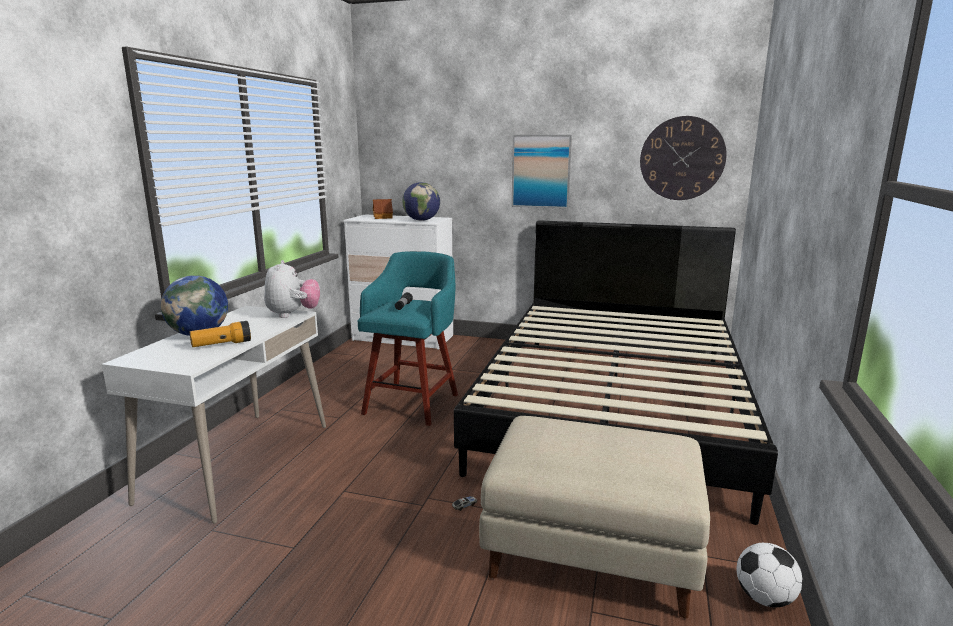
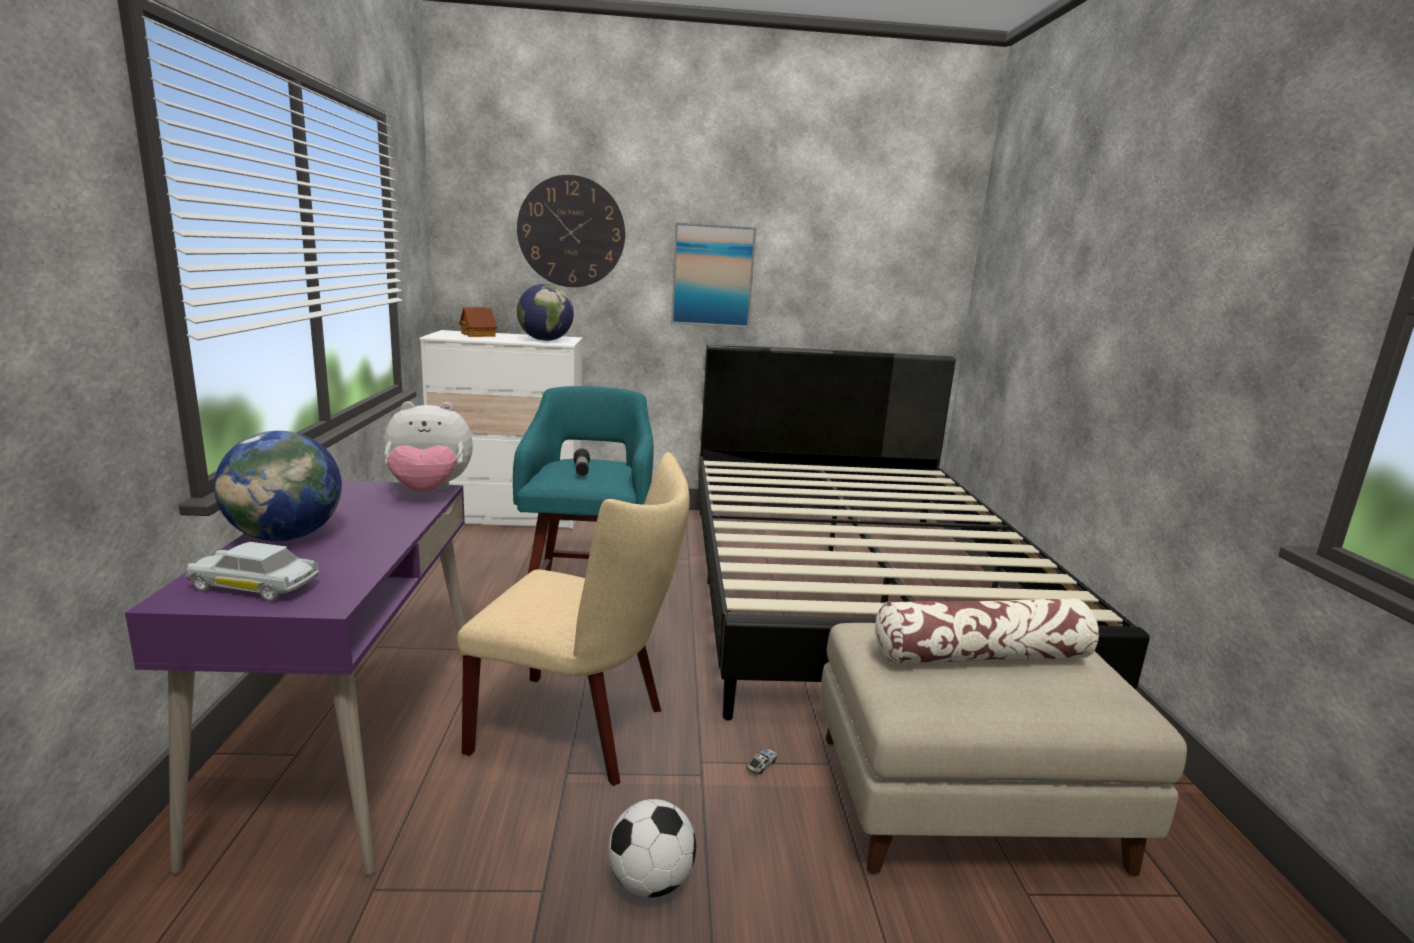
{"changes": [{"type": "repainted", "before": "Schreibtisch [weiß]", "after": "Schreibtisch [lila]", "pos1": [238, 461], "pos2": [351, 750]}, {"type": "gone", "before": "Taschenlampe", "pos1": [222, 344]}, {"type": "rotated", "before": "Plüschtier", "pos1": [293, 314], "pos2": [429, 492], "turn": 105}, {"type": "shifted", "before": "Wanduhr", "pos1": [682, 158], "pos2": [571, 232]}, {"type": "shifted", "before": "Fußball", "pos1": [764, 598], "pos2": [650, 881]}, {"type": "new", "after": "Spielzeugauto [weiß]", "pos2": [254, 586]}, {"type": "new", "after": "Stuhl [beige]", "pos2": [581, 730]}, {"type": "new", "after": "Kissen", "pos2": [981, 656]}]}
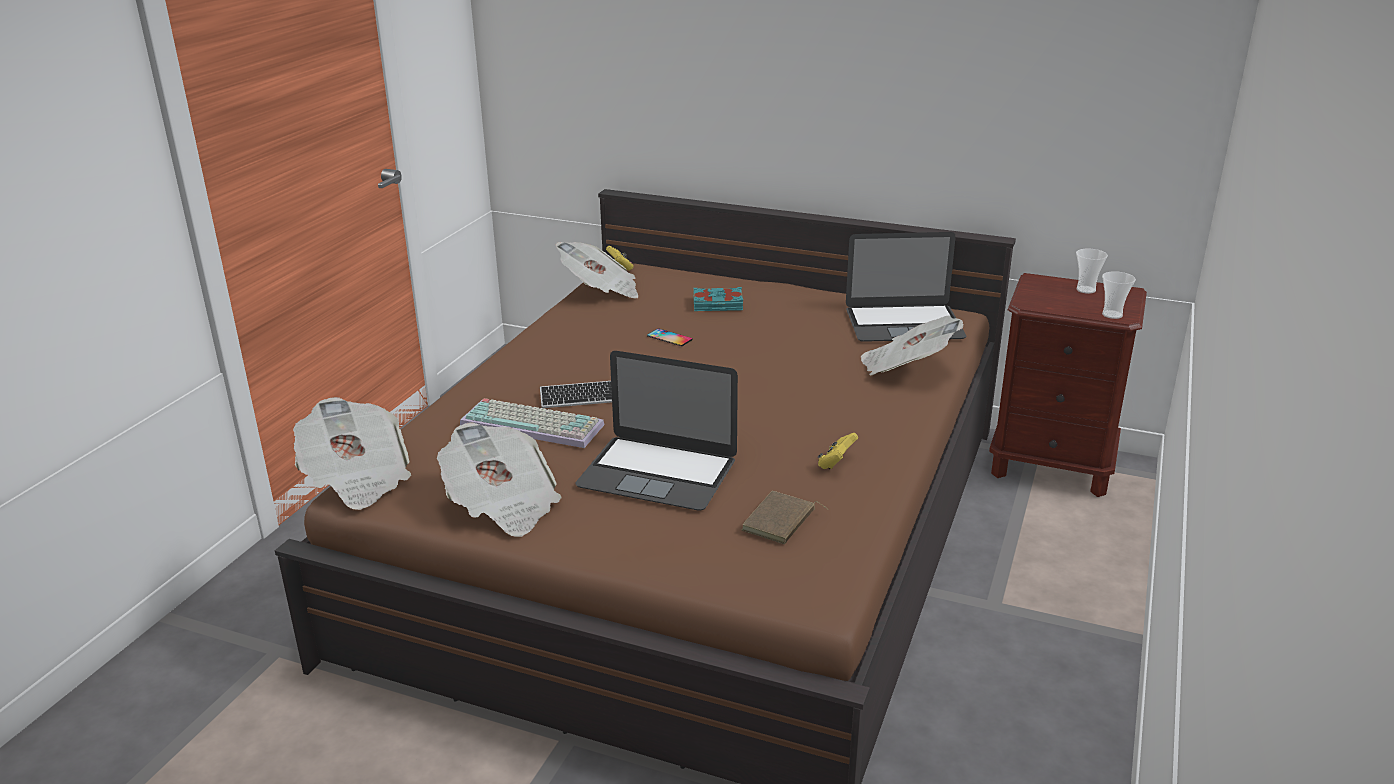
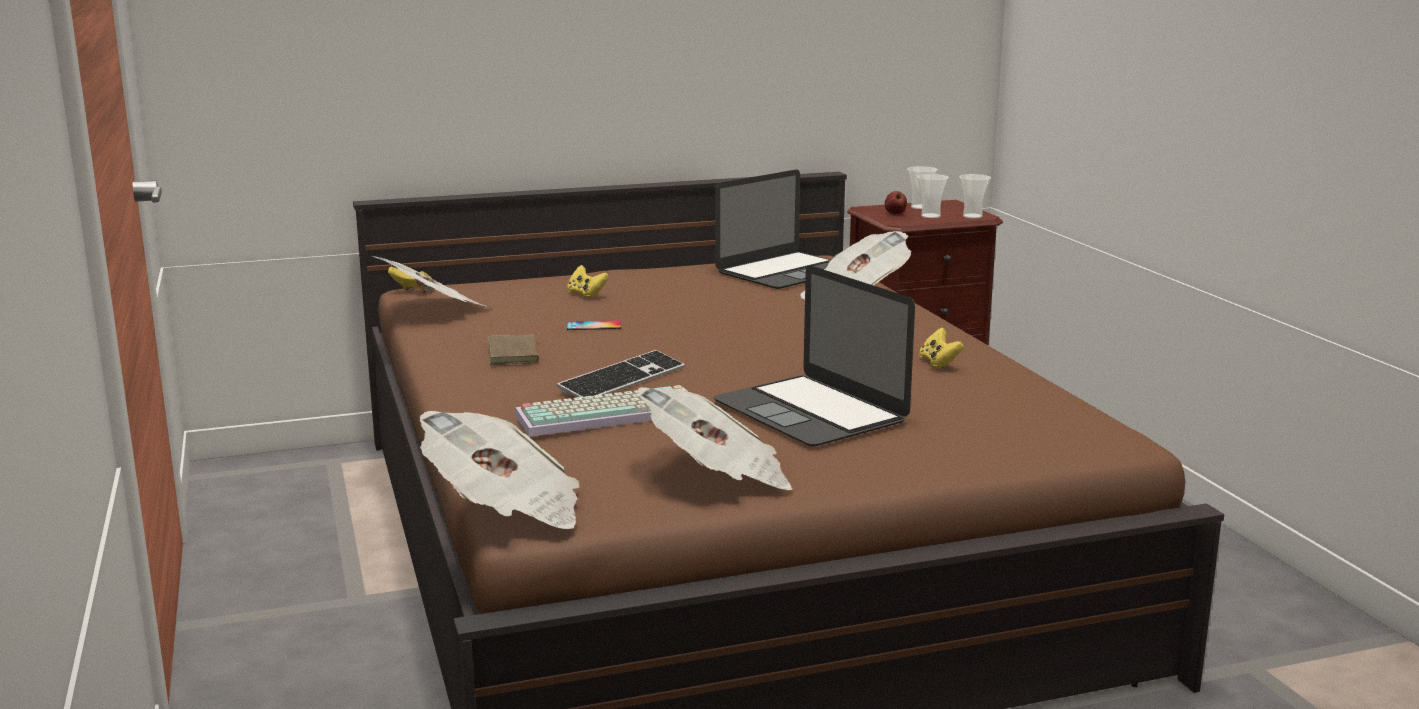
{"changes": [{"type": "rotated", "before": "Laptop", "pos1": [657, 472], "pos2": [810, 411], "turn": 75}, {"type": "swapped", "before": "Buch [türkis]", "after": "Gamepad [gelb]", "pos1": [718, 305], "pos2": [586, 295]}, {"type": "shifted", "before": "Buch [braun]", "pos1": [780, 522], "pos2": [516, 354]}, {"type": "new", "after": "Apfel", "pos2": [895, 214]}, {"type": "new", "after": "Tasse", "pos2": [930, 216]}]}
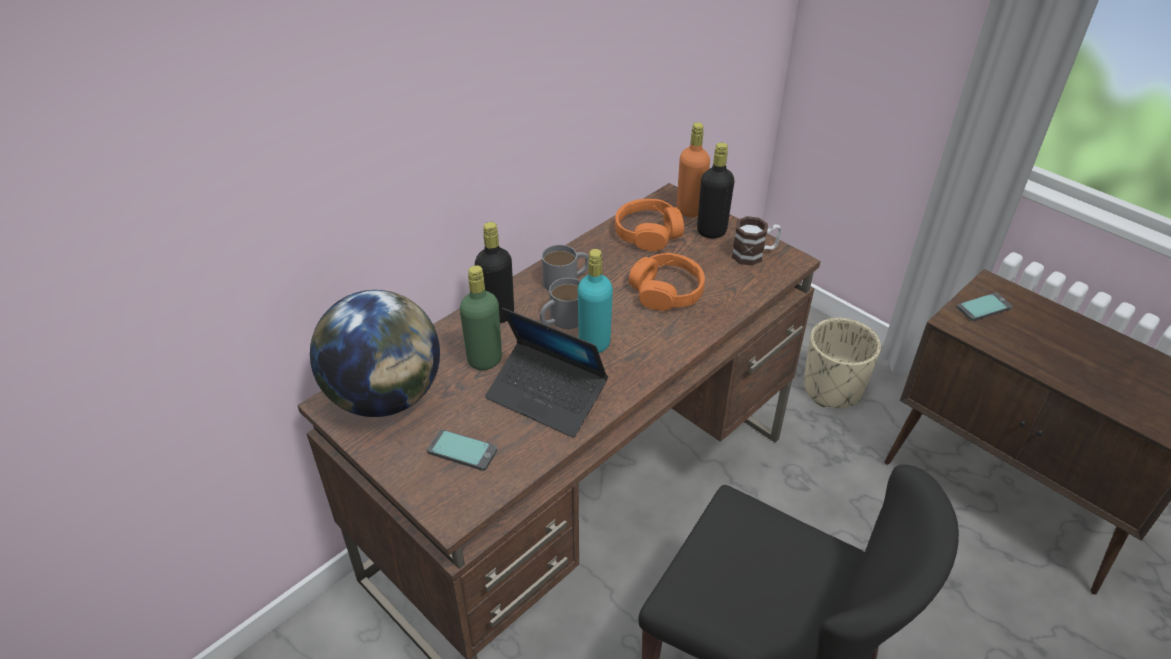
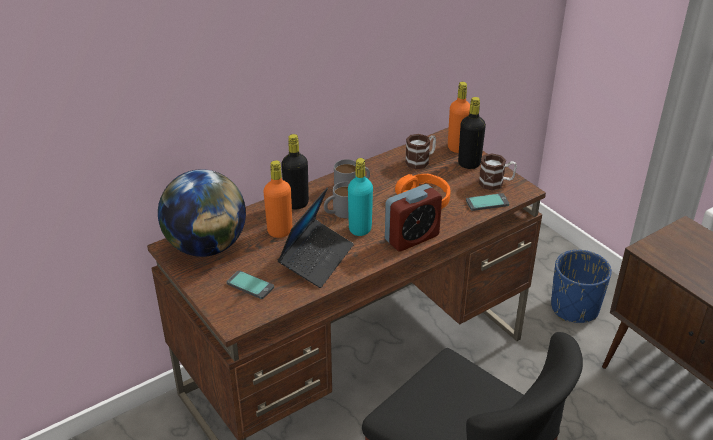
{"changes": [{"type": "repainted", "before": "Flasche [grün]", "after": "Flasche [orange]", "pos1": [484, 360], "pos2": [280, 231]}, {"type": "rotated", "before": "Laptop", "pos1": [546, 396], "pos2": [316, 259], "turn": -105}, {"type": "swapped", "before": "Kopfhörer [orange]", "after": "Henkelbecher", "pos1": [648, 233], "pos2": [421, 160]}, {"type": "repainted", "before": "Pflanzkübel [beige]", "after": "Pflanzkübel [blau]", "pos1": [832, 388], "pos2": [575, 308]}, {"type": "shifted", "before": "Handy", "pos1": [983, 307], "pos2": [487, 202]}, {"type": "new", "after": "Wecker", "pos2": [412, 238]}]}
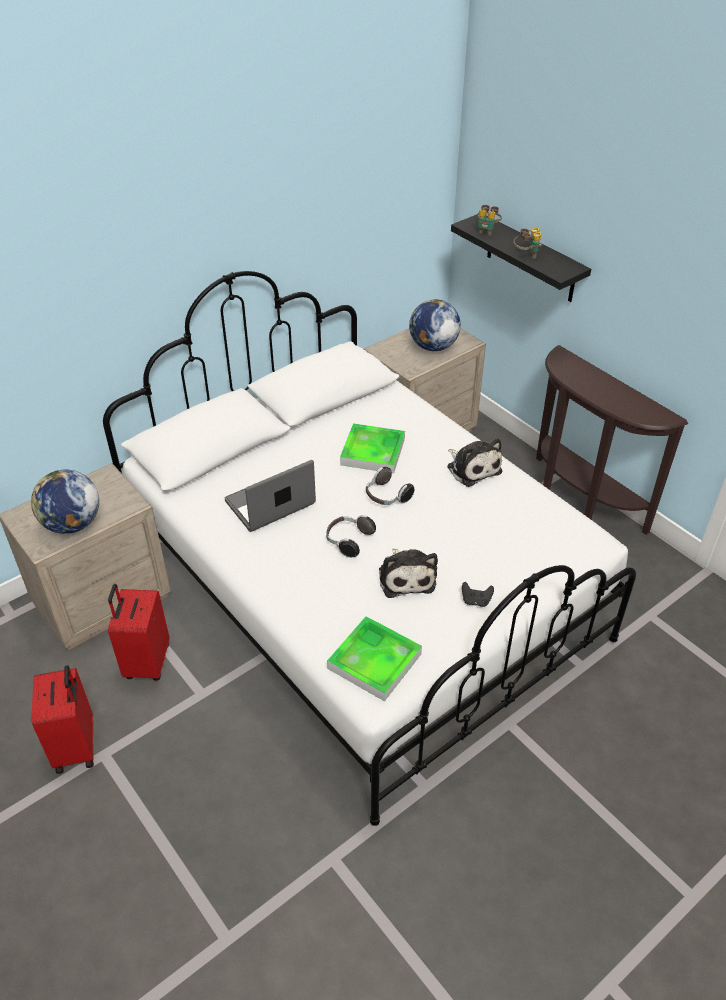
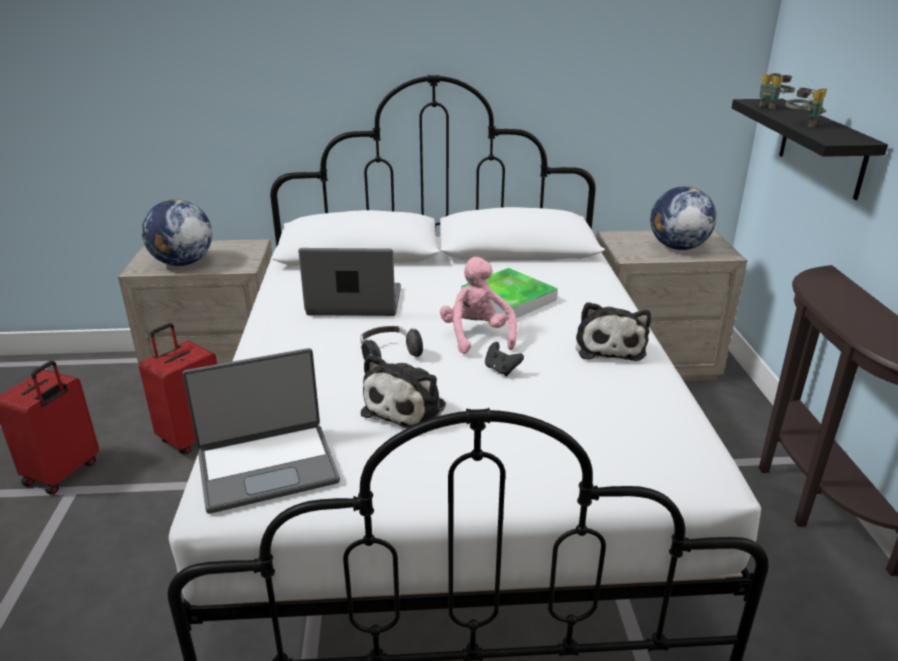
{"changes": [{"type": "swapped", "before": "Tablett", "after": "Laptop", "pos1": [374, 661], "pos2": [267, 466]}, {"type": "swapped", "before": "Kopfhörer", "after": "Plüschtier [rosa]", "pos1": [386, 497], "pos2": [477, 336]}, {"type": "shifted", "before": "Gamepad [schwarz]", "pos1": [476, 601], "pos2": [501, 370]}]}
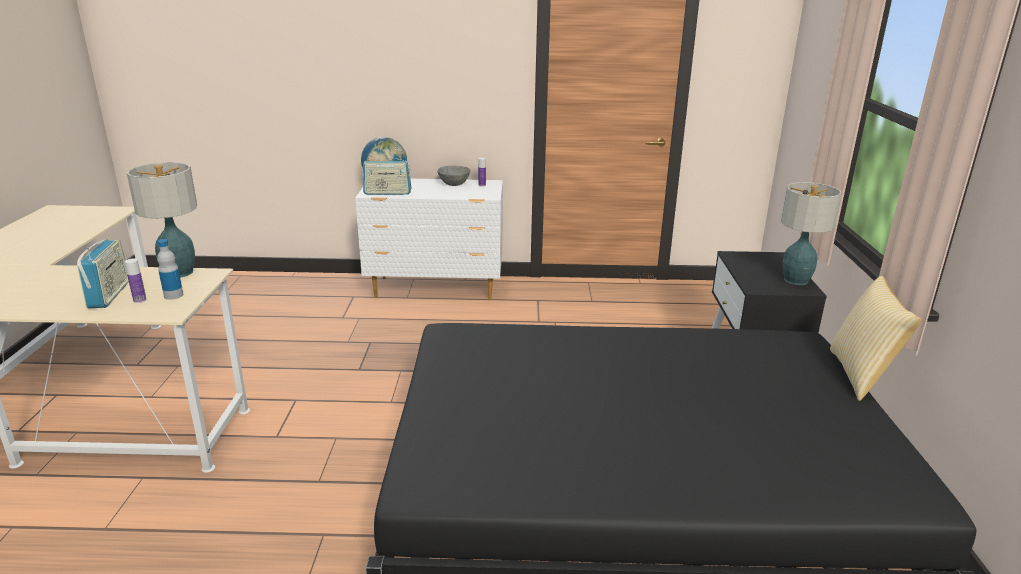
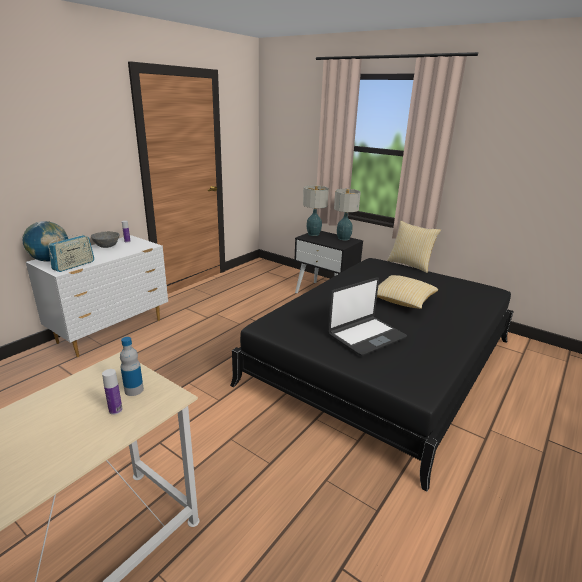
{"changes": [{"type": "gone", "before": "Radio", "pos1": [109, 294]}, {"type": "shifted", "before": "Tischlampe", "pos1": [180, 272], "pos2": [313, 234]}, {"type": "new", "after": "Laptop", "pos2": [366, 336]}, {"type": "new", "after": "Kissen", "pos2": [401, 301]}]}
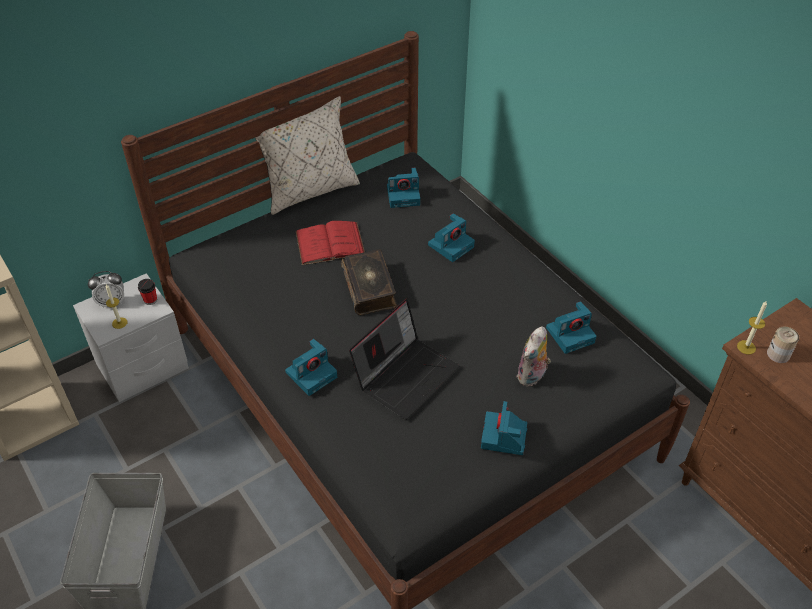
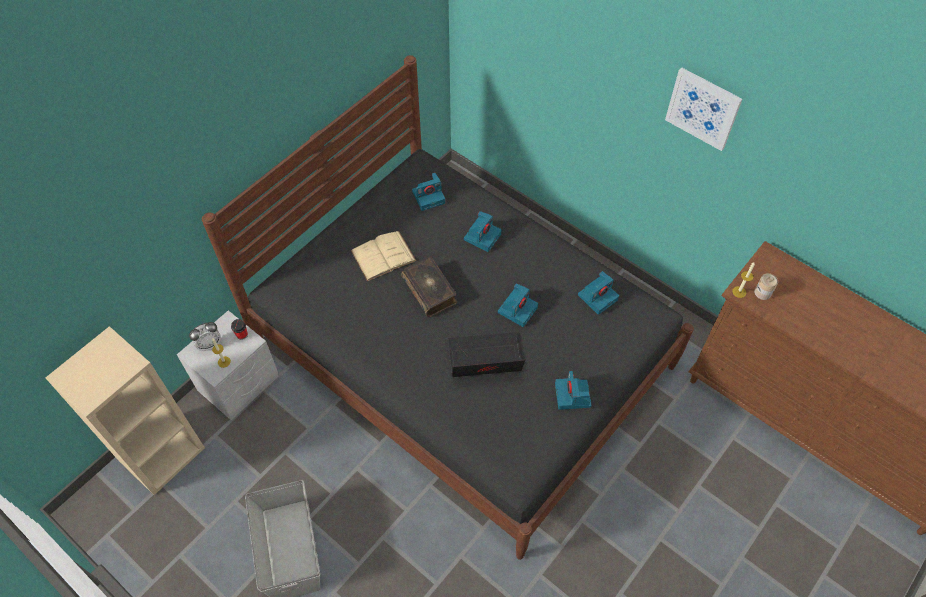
{"changes": [{"type": "gone", "before": "Kissen [beige]", "pos1": [309, 190]}, {"type": "shifted", "before": "Kamera", "pos1": [312, 374], "pos2": [517, 309]}, {"type": "repainted", "before": "Buch [rot]", "after": "Buch [beige]", "pos1": [330, 243], "pos2": [383, 255]}, {"type": "rotated", "before": "Laptop", "pos1": [406, 375], "pos2": [483, 361], "turn": -120}, {"type": "gone", "before": "Plüschtier", "pos1": [532, 377]}, {"type": "new", "after": "Bild", "pos2": [703, 108]}]}
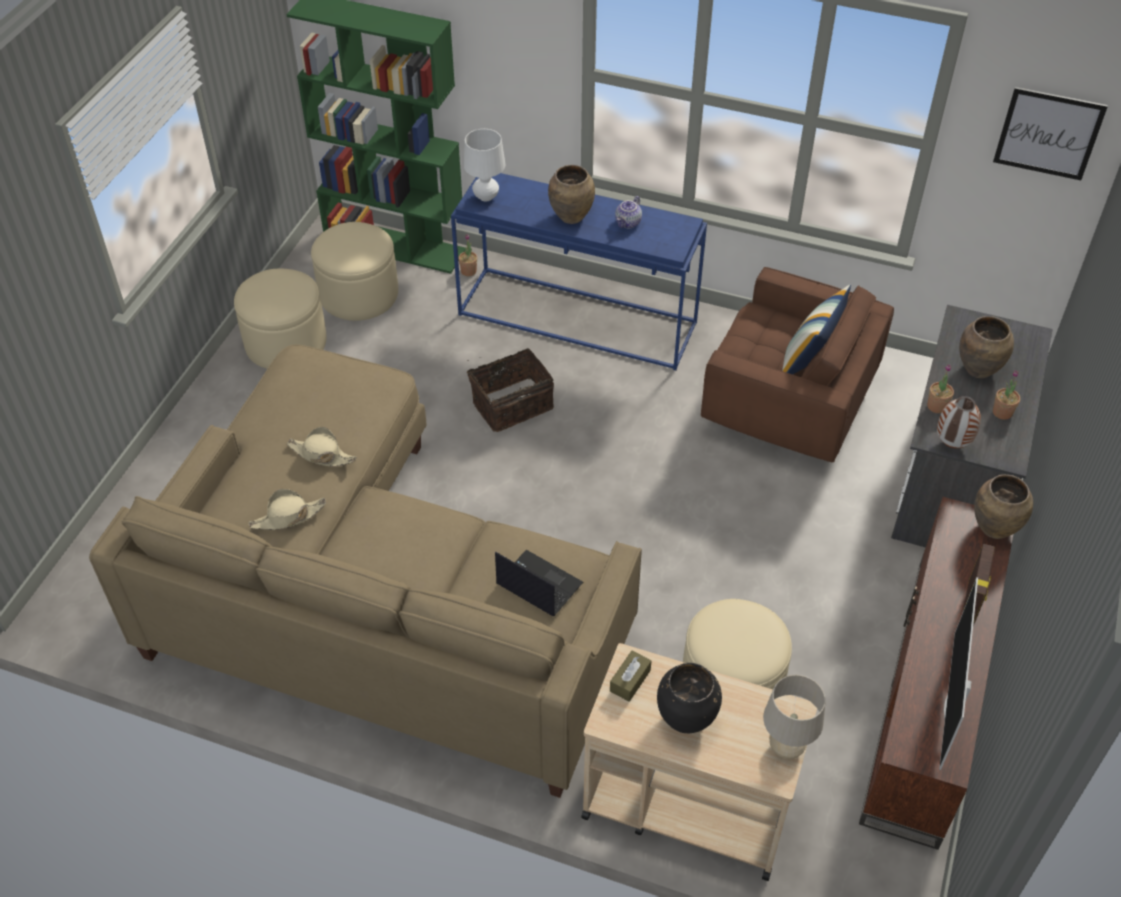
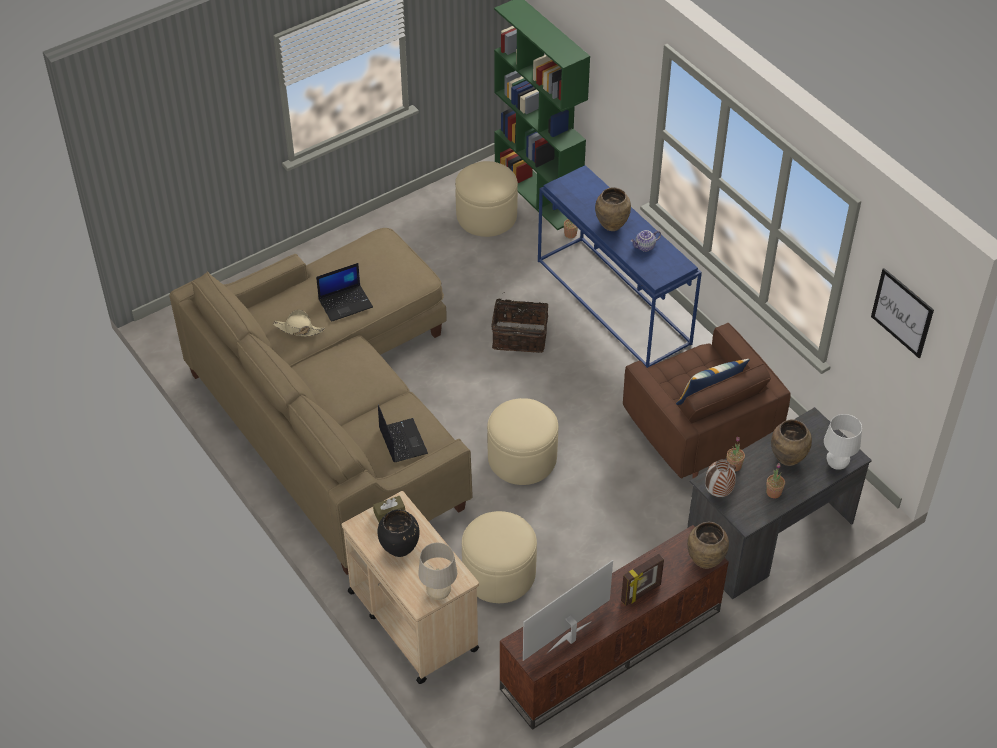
{"changes": [{"type": "shifted", "before": "Polsterhocker [beige]", "pos1": [286, 342], "pos2": [522, 458]}, {"type": "swapped", "before": "Hut [beige]", "after": "Laptop", "pos1": [321, 454], "pos2": [346, 303]}, {"type": "shifted", "before": "Tischlampe [weiß]", "pos1": [486, 197], "pos2": [836, 464]}]}
